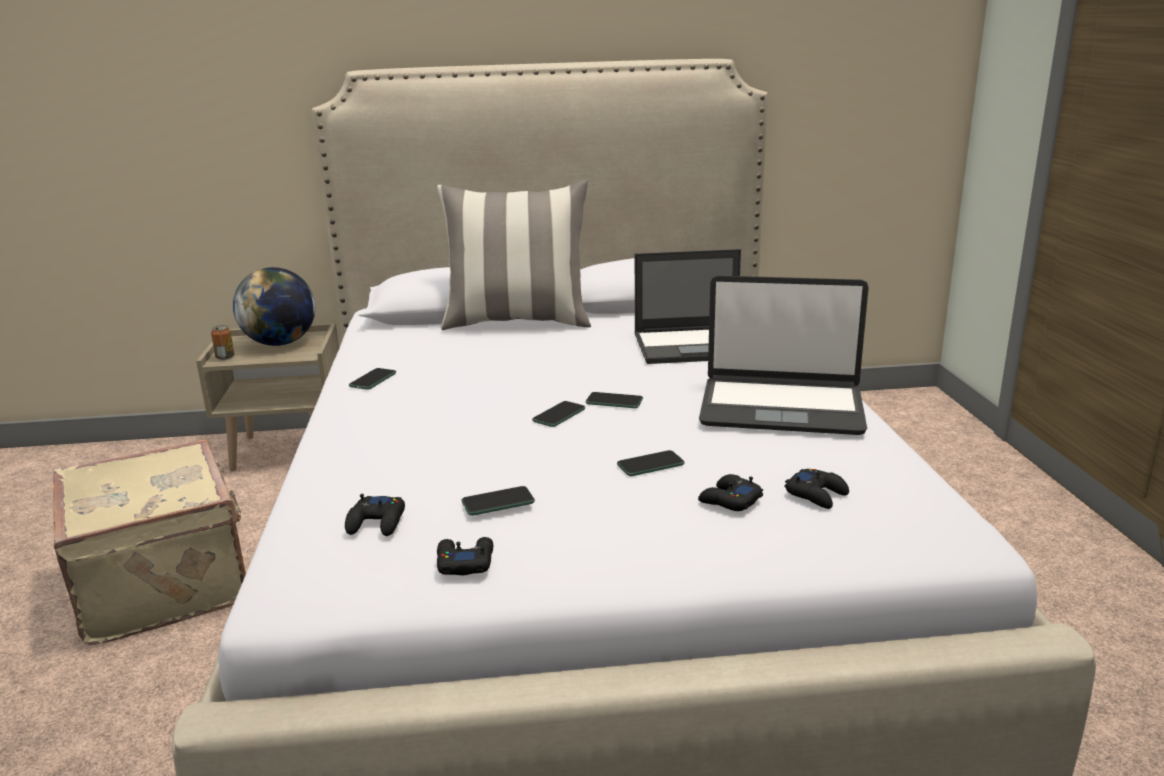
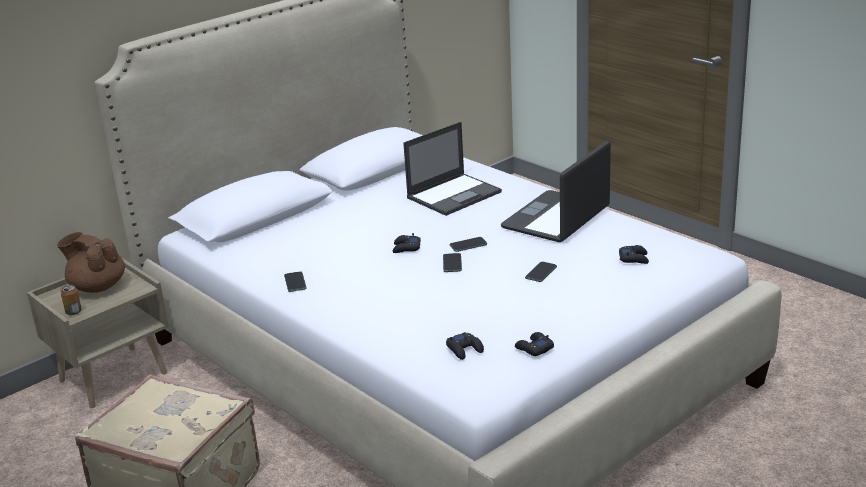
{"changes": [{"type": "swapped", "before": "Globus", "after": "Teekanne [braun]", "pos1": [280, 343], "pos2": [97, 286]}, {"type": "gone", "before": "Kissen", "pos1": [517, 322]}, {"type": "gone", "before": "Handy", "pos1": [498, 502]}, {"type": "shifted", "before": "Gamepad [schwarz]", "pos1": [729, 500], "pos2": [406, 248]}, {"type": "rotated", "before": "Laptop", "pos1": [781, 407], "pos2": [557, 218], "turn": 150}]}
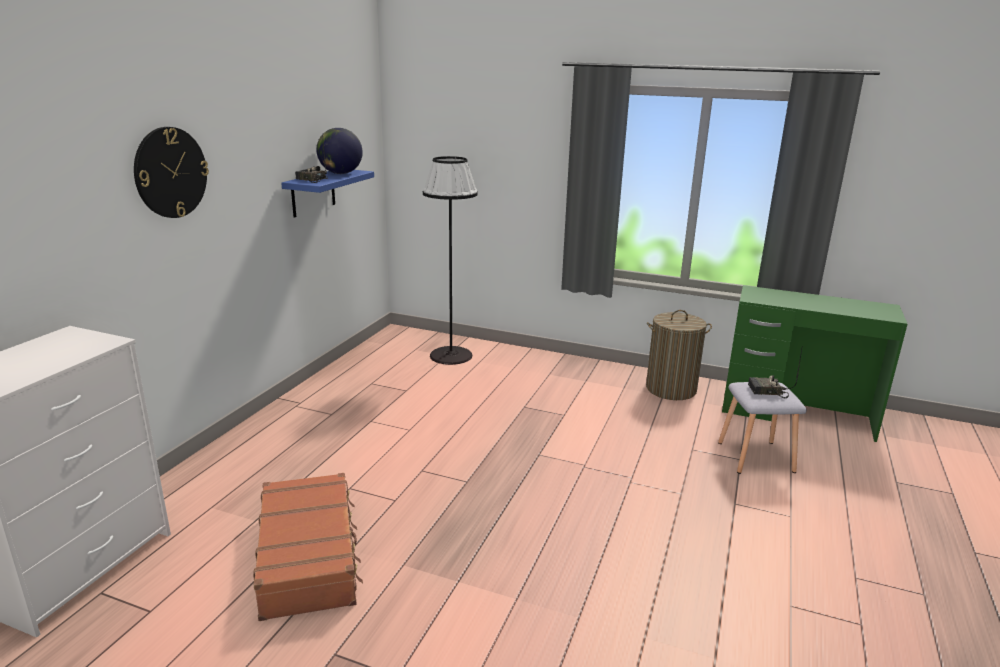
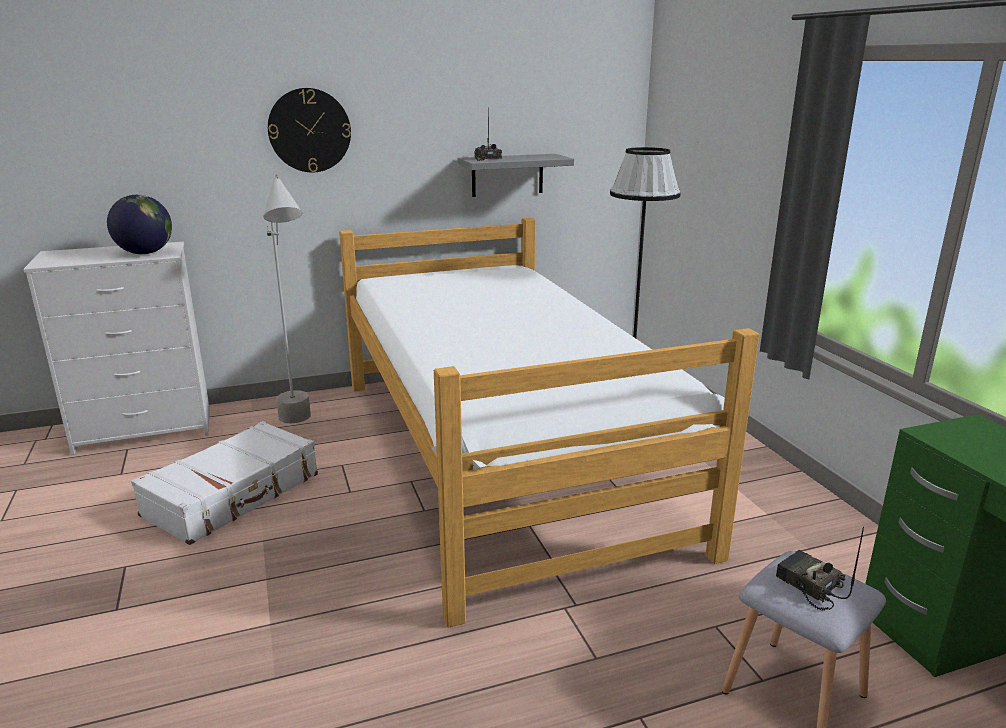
{"changes": [{"type": "repainted", "before": "Koffer [braun]", "after": "Koffer [weiß]", "pos1": [309, 556], "pos2": [234, 495]}, {"type": "repainted", "before": "Wandregal [blau]", "after": "Wandregal [grau]", "pos1": [313, 192], "pos2": [507, 175]}, {"type": "shifted", "before": "Globus", "pos1": [340, 173], "pos2": [145, 253]}, {"type": "gone", "before": "Wäschekorb", "pos1": [671, 389]}, {"type": "new", "after": "Stehlampe [grau]", "pos2": [300, 427]}, {"type": "new", "after": "Bett", "pos2": [502, 455]}]}
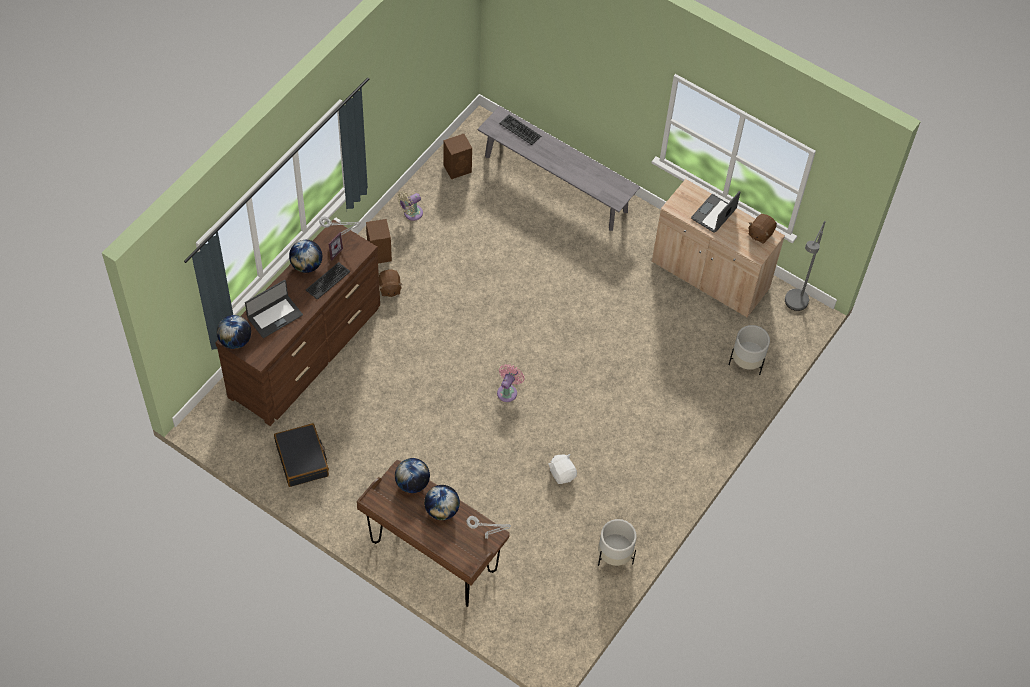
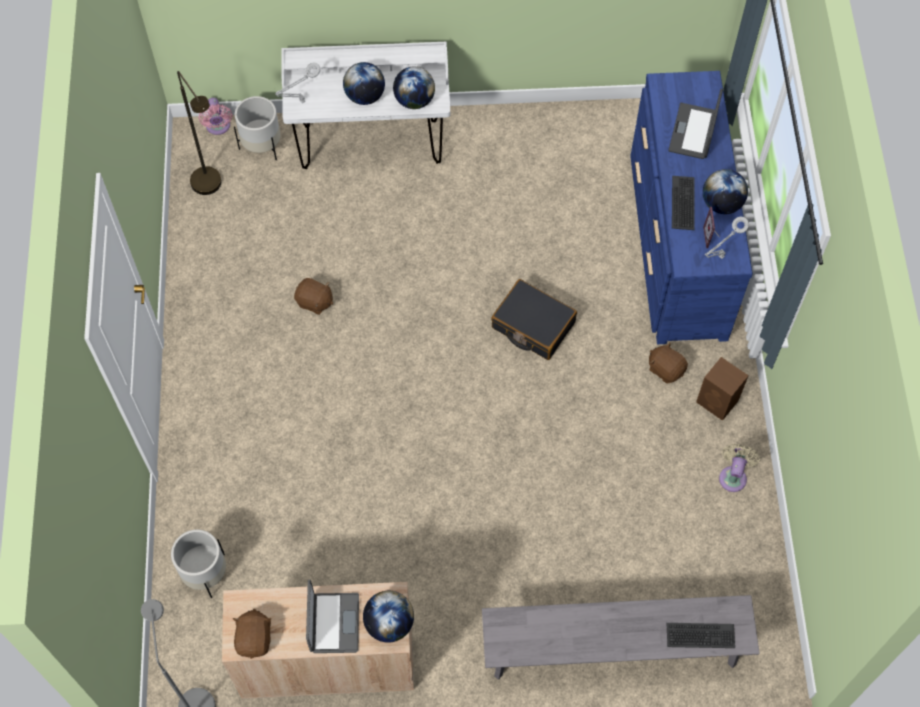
{"changes": [{"type": "repainted", "before": "Kommode [braun]", "after": "Kommode [blau]", "pos1": [306, 350], "pos2": [677, 244]}, {"type": "shifted", "before": "Globus", "pos1": [235, 341], "pos2": [389, 623]}, {"type": "shifted", "before": "Koffer [schwarz]", "pos1": [302, 459], "pos2": [533, 325]}, {"type": "repainted", "before": "Schreibtisch [braun]", "after": "Schreibtisch [weiß]", "pos1": [433, 558], "pos2": [371, 143]}, {"type": "gone", "before": "Lautsprecher [braun]", "pos1": [458, 168]}, {"type": "shifted", "before": "Ventilator [rosa]", "pos1": [508, 391], "pos2": [218, 127]}, {"type": "repainted", "before": "Plüschtier [weiß]", "after": "Plüschtier [braun]", "pos1": [562, 473], "pos2": [314, 302]}, {"type": "shifted", "before": "Pflanzkübel [weiß]", "pos1": [614, 555], "pos2": [262, 145]}, {"type": "new", "after": "Stehlampe [braun]", "pos2": [211, 188]}]}
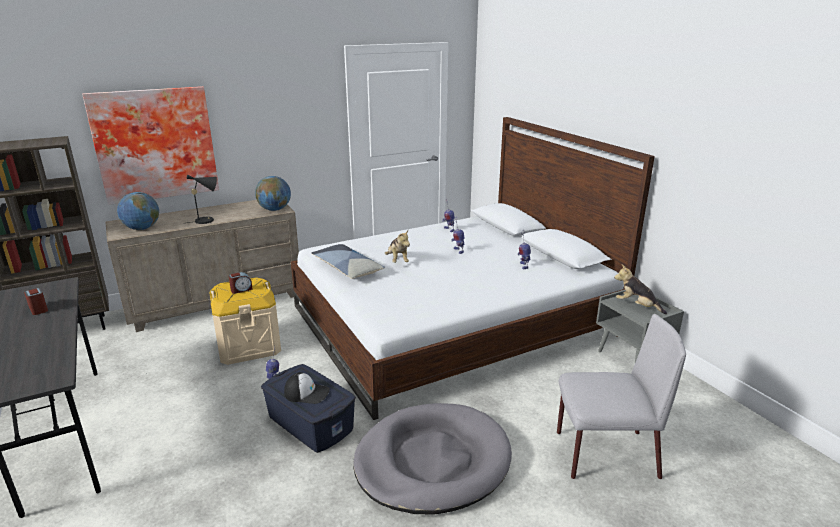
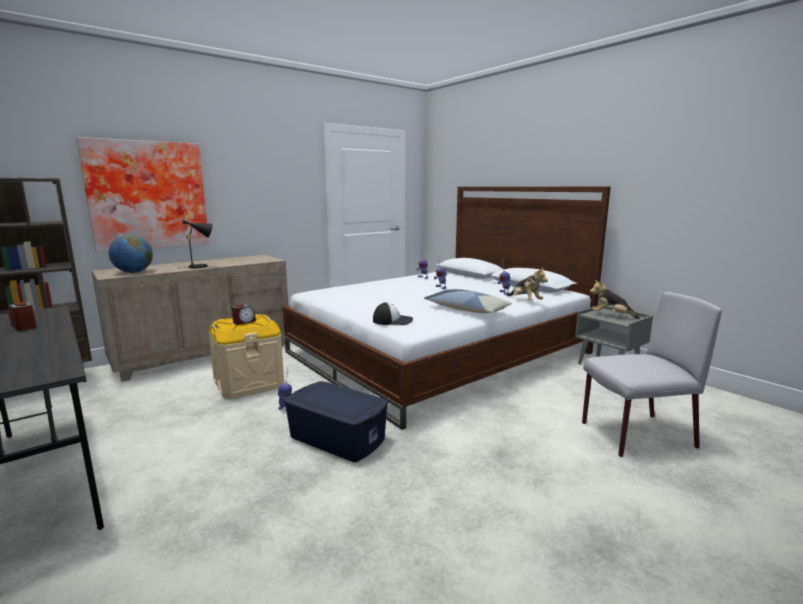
{"changes": [{"type": "gone", "before": "Globus", "pos1": [274, 209]}, {"type": "shifted", "before": "Kappe", "pos1": [307, 393], "pos2": [393, 320]}, {"type": "shifted", "before": "Kissen", "pos1": [347, 268], "pos2": [466, 310]}, {"type": "gone", "before": "Hundebett [grau]", "pos1": [432, 461]}, {"type": "shifted", "before": "Plüschtier", "pos1": [397, 260], "pos2": [525, 301]}]}
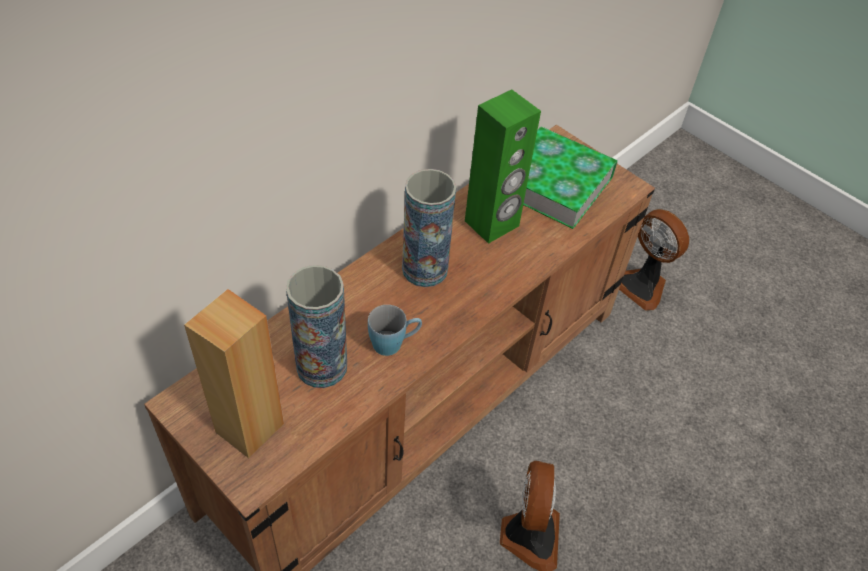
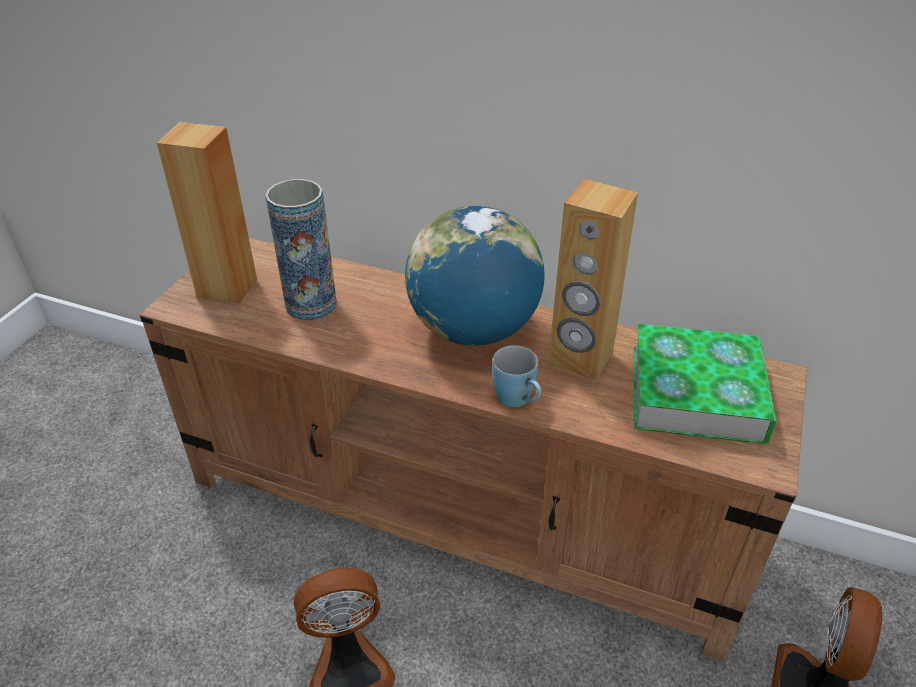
{"changes": [{"type": "shifted", "before": "Henkelbecher [blau]", "pos1": [394, 343], "pos2": [518, 400]}, {"type": "swapped", "before": "Vase", "after": "Globus", "pos1": [425, 269], "pos2": [473, 330]}, {"type": "repainted", "before": "Lautsprecher [grün]", "after": "Lautsprecher [braun]", "pos1": [492, 224], "pos2": [580, 359]}]}
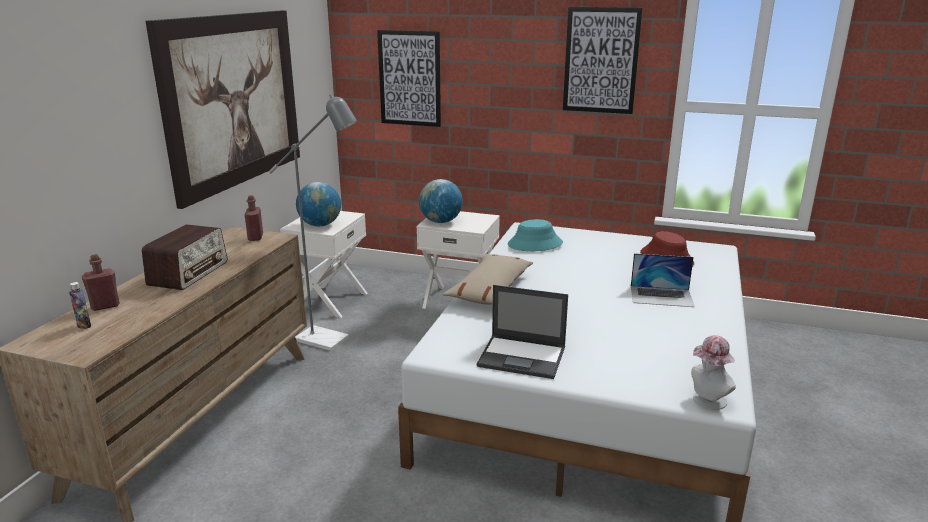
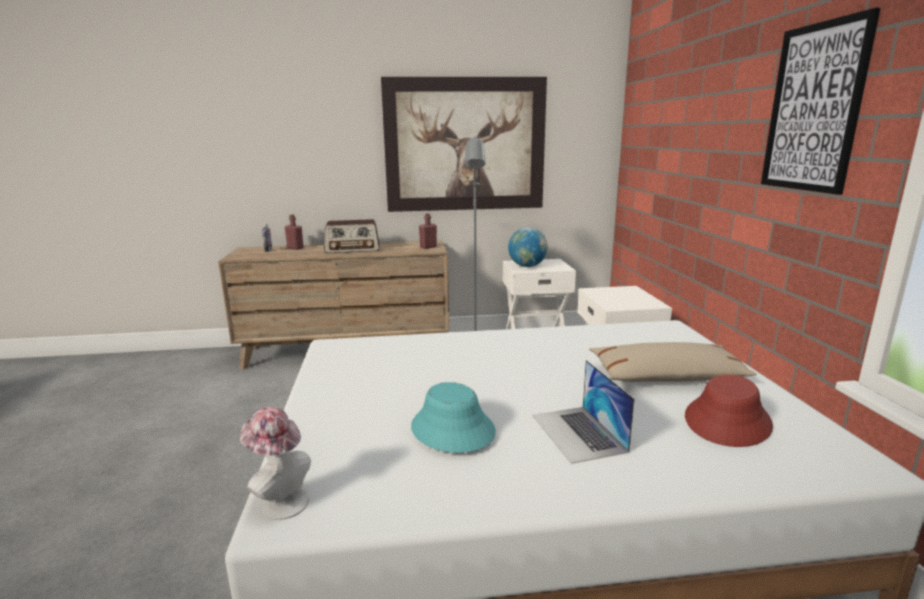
{"changes": [{"type": "gone", "before": "Bild", "pos1": [409, 78]}, {"type": "gone", "before": "Globus", "pos1": [440, 221]}, {"type": "shifted", "before": "Kissen [beige]", "pos1": [490, 289], "pos2": [667, 376]}, {"type": "gone", "before": "Laptop", "pos1": [523, 357]}, {"type": "shifted", "before": "Hut [türkis]", "pos1": [535, 244], "pos2": [452, 429]}]}
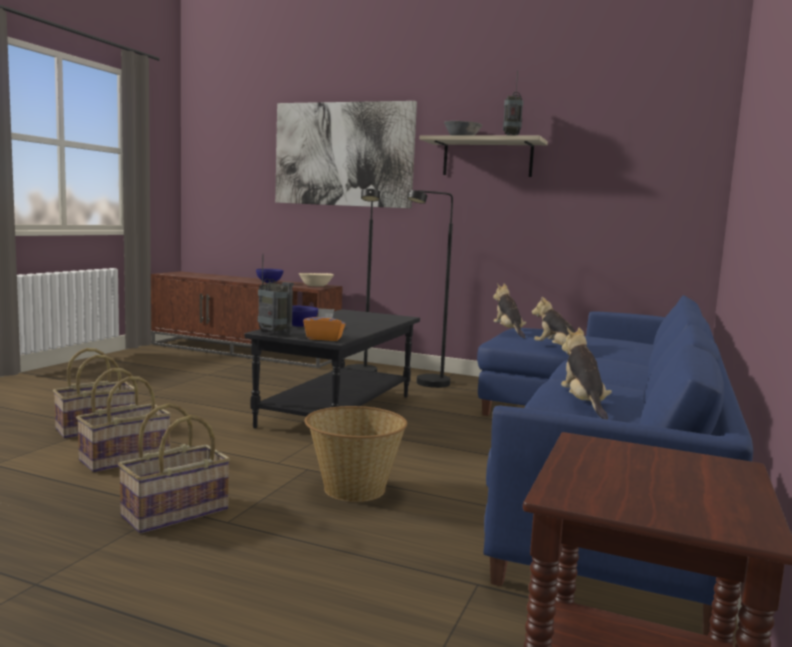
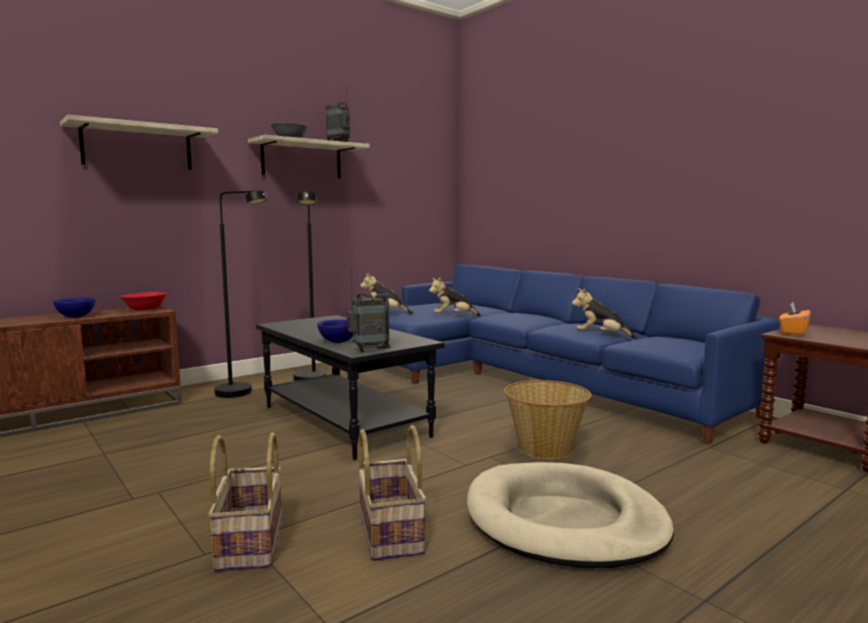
{"changes": [{"type": "swapped", "before": "Korb", "after": "Hundebett [beige]", "pos1": [175, 513], "pos2": [564, 521]}, {"type": "swapped", "before": "Bild", "after": "Wandregal", "pos1": [343, 154], "pos2": [137, 147]}, {"type": "repainted", "before": "Schüssel [beige]", "after": "Schüssel [rot]", "pos1": [316, 286], "pos2": [146, 309]}, {"type": "shifted", "before": "Taschentuchbox [orange]", "pos1": [324, 338], "pos2": [793, 332]}]}
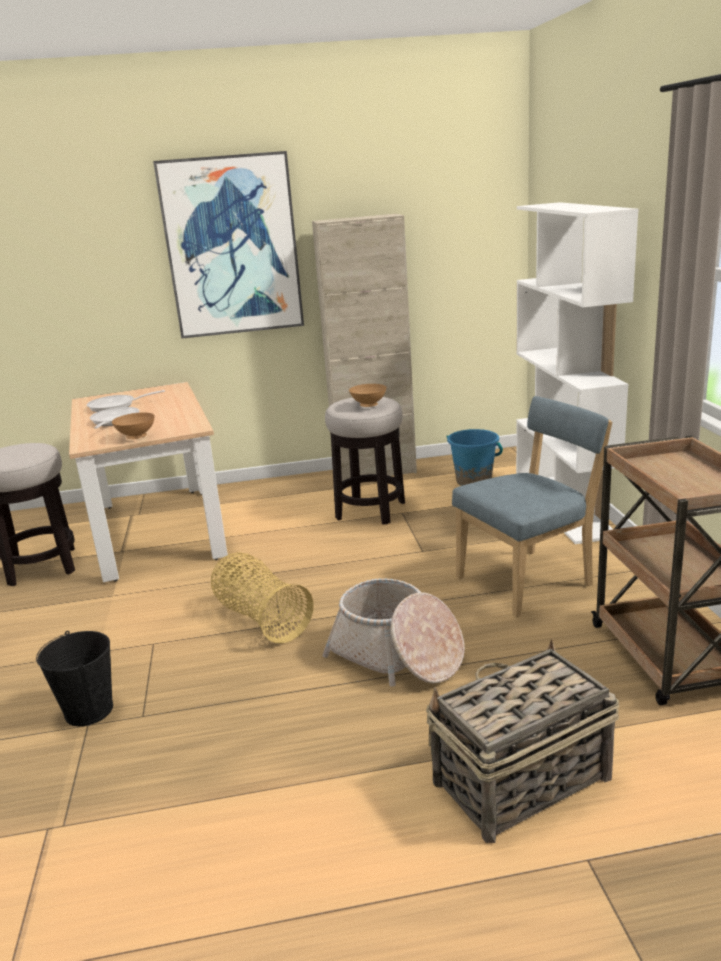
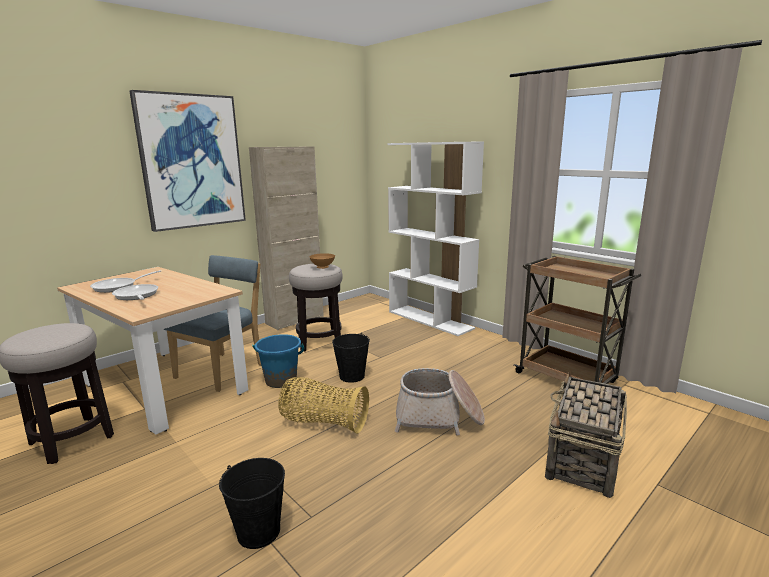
{"changes": [{"type": "gone", "before": "Schüssel [braun]", "pos1": [136, 438]}, {"type": "shifted", "before": "Eimer [blau]", "pos1": [474, 481], "pos2": [281, 380]}, {"type": "shifted", "before": "Stuhl [blau]", "pos1": [529, 580], "pos2": [223, 370]}, {"type": "new", "after": "Eimer [schwarz]", "pos2": [351, 376]}]}
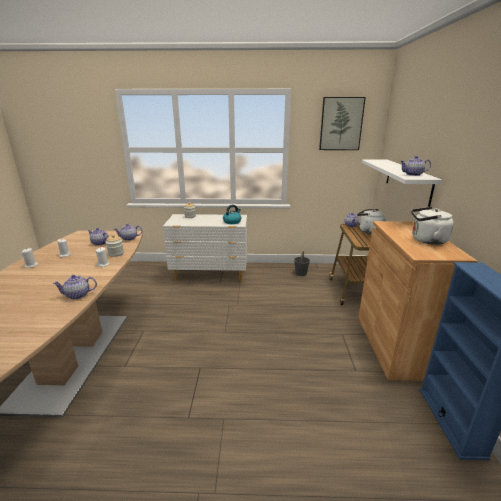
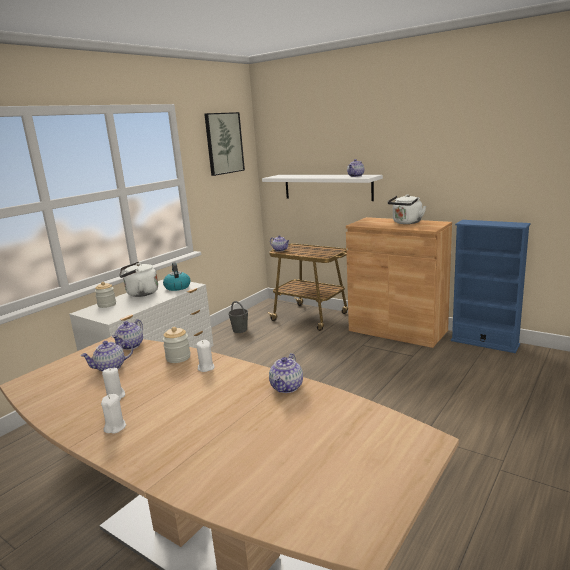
{"changes": [{"type": "shifted", "before": "Wasserkessel [weiß]", "pos1": [369, 231], "pos2": [140, 293]}]}
